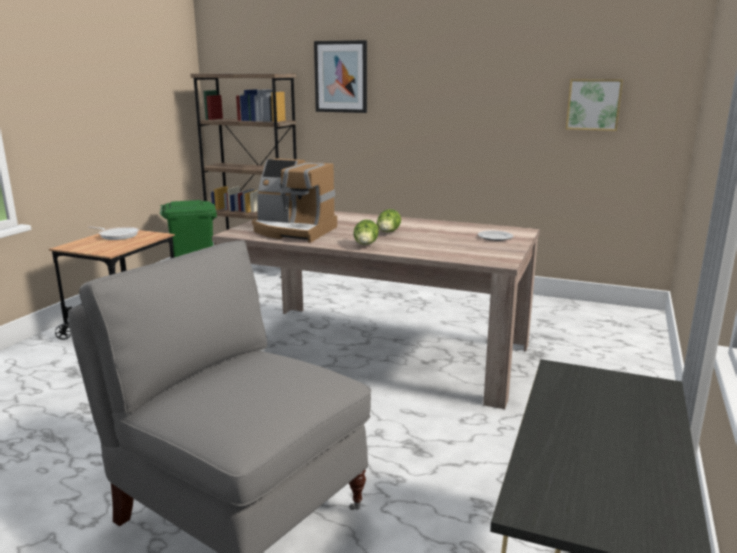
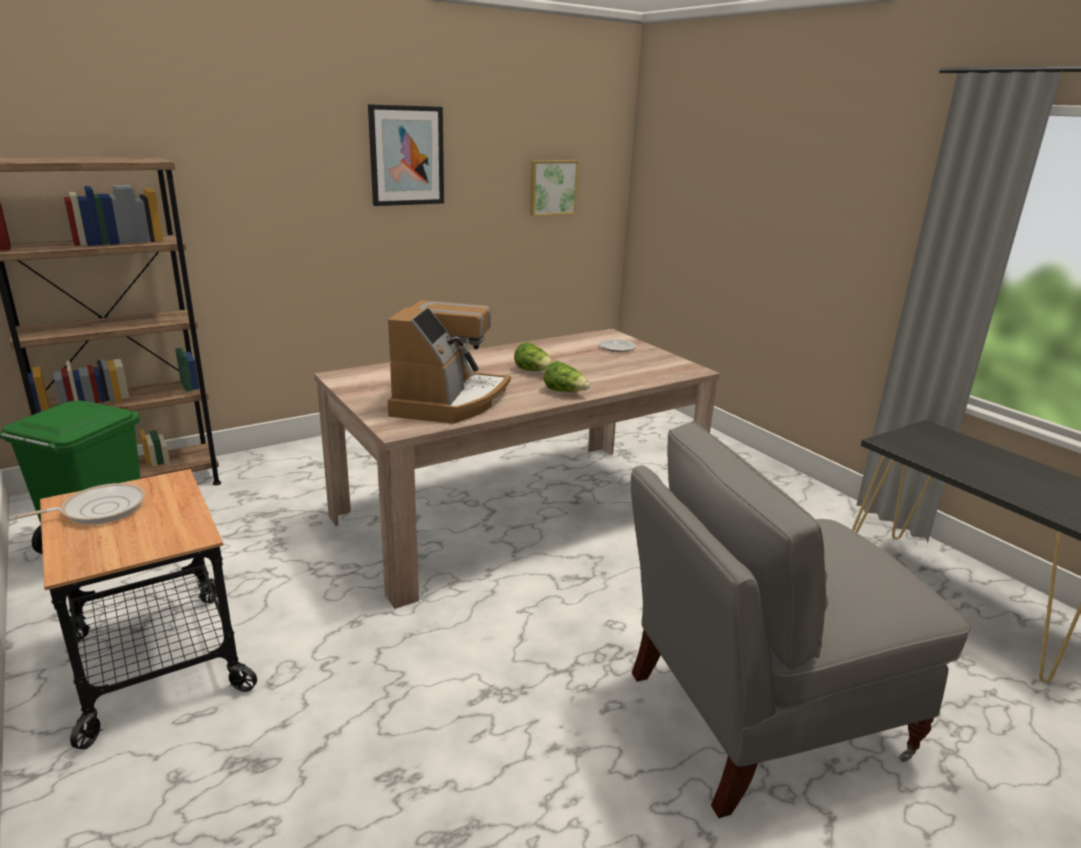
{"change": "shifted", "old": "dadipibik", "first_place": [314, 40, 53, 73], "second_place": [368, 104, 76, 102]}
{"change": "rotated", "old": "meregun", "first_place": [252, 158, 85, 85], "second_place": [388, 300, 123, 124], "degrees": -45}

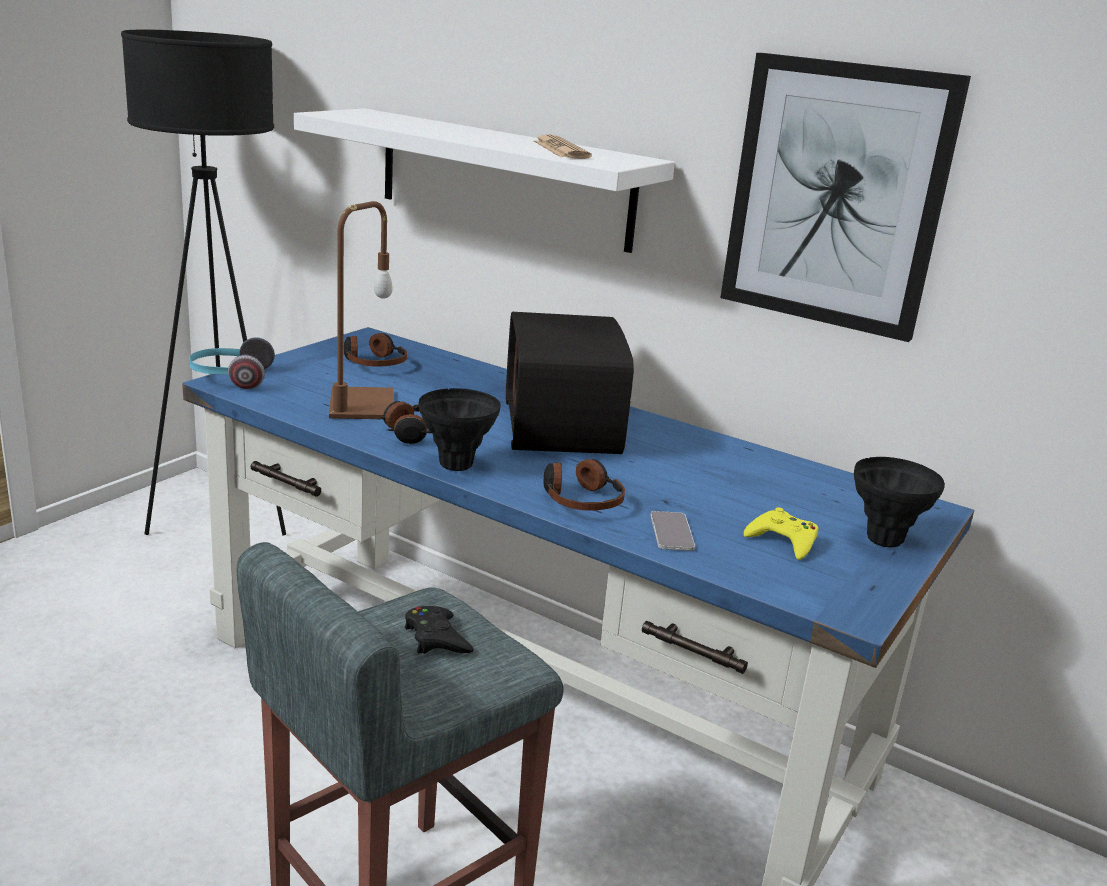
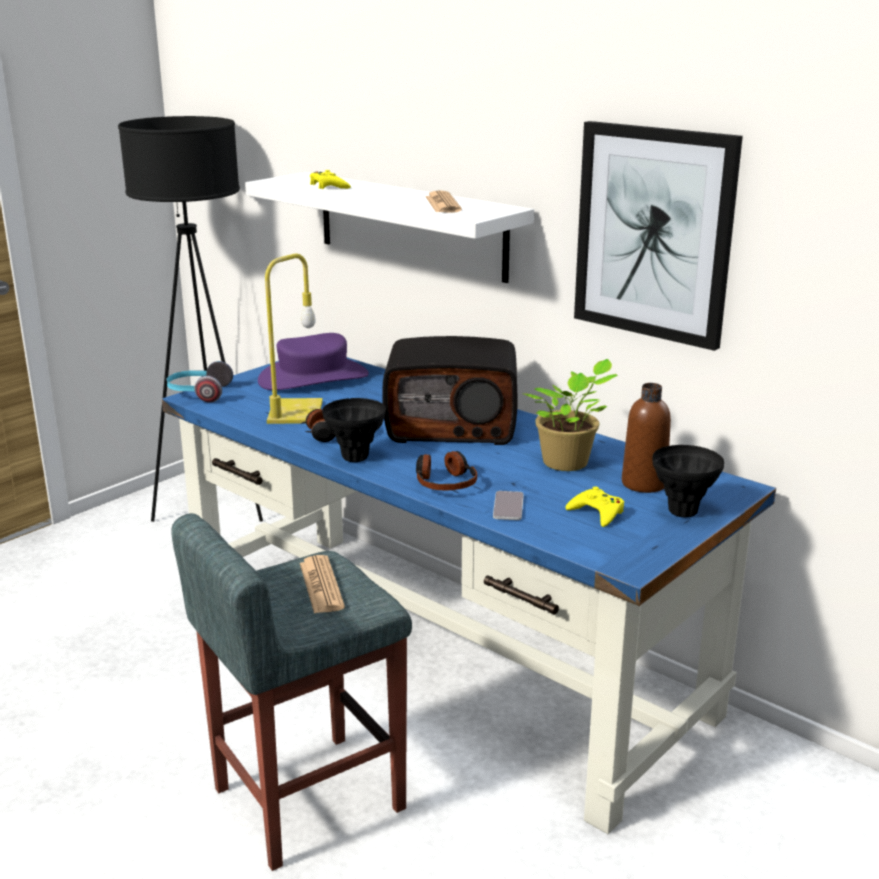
{"change": "new", "new": "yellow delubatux", "second_place": [310, 170, 41, 19]}
{"change": "new", "new": "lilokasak", "second_place": [521, 359, 97, 112]}
{"change": "new", "new": "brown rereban", "second_place": [622, 383, 49, 110]}
{"change": "swapped", "old": "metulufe", "new": "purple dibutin", "first_place": [344, 333, 63, 34], "second_place": [258, 333, 111, 57]}
{"change": "swapped", "old": "black delubatux", "new": "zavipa", "first_place": [405, 606, 69, 48], "second_place": [300, 555, 45, 59]}
{"change": "repainted", "old": "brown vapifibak", "new": "yellow vapifibak", "first_place": [329, 201, 65, 218], "second_place": [265, 253, 58, 171]}
{"change": "rotated", "old": "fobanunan", "first_place": [506, 312, 128, 142], "second_place": [382, 336, 136, 109], "degrees": -90}

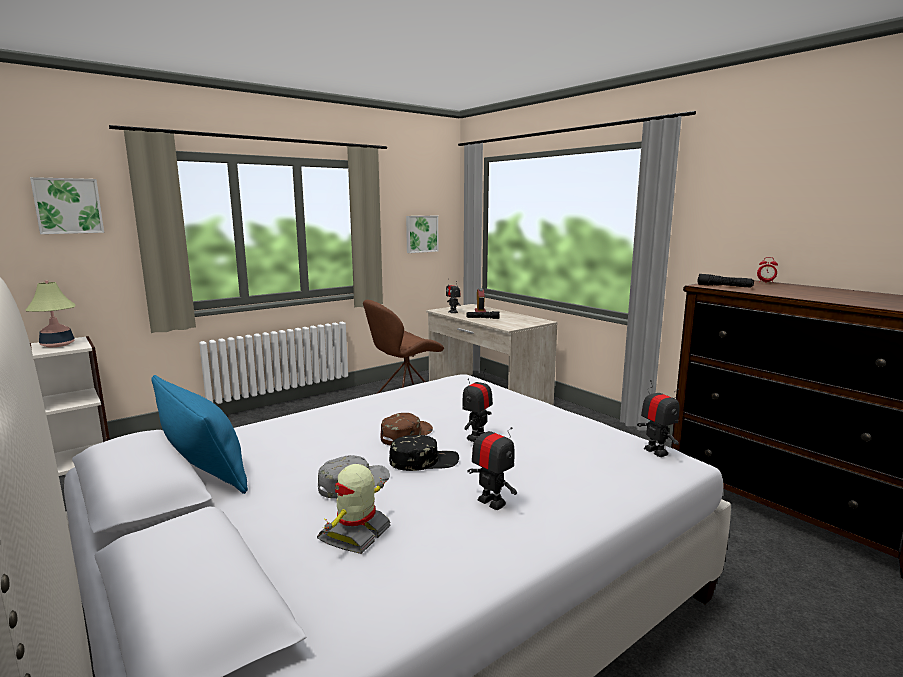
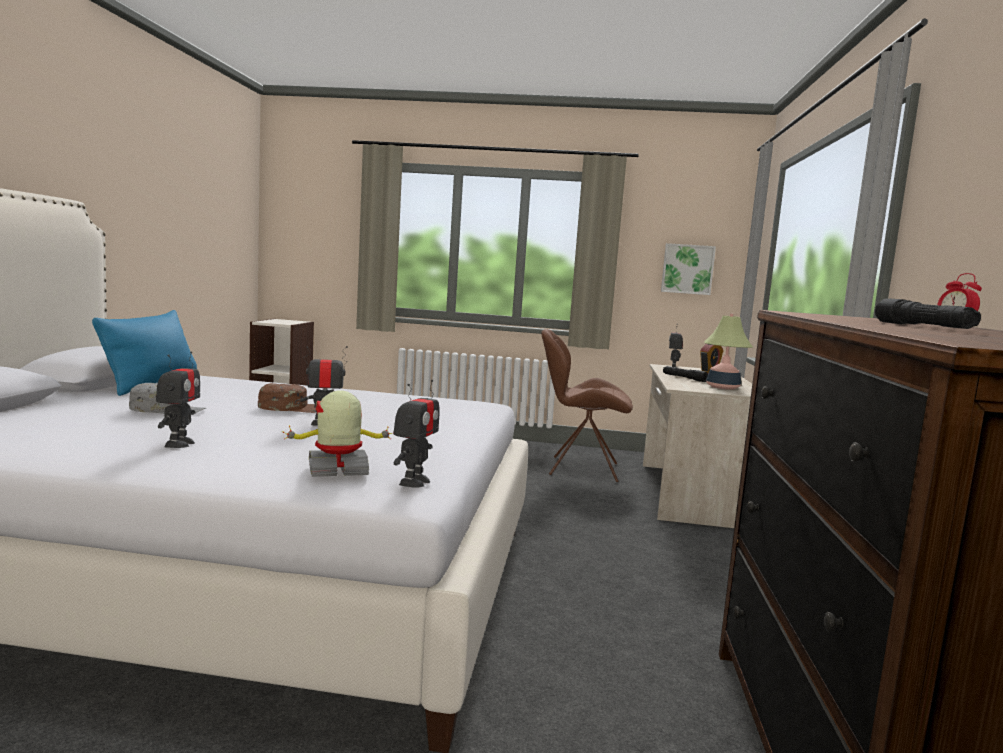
{"change": "gone", "old": "dadipibik", "first_place": [30, 177, 74, 57]}
{"change": "gone", "old": "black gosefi", "first_place": [389, 435, 70, 36]}
{"change": "shifted", "old": "vapifibak", "first_place": [26, 280, 50, 67], "second_place": [704, 314, 49, 75]}
{"change": "shifted", "old": "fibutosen", "first_place": [317, 464, 74, 90], "second_place": [282, 391, 112, 86]}
{"change": "shifted", "old": "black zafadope", "first_place": [698, 274, 56, 14], "second_place": [875, 298, 106, 31]}

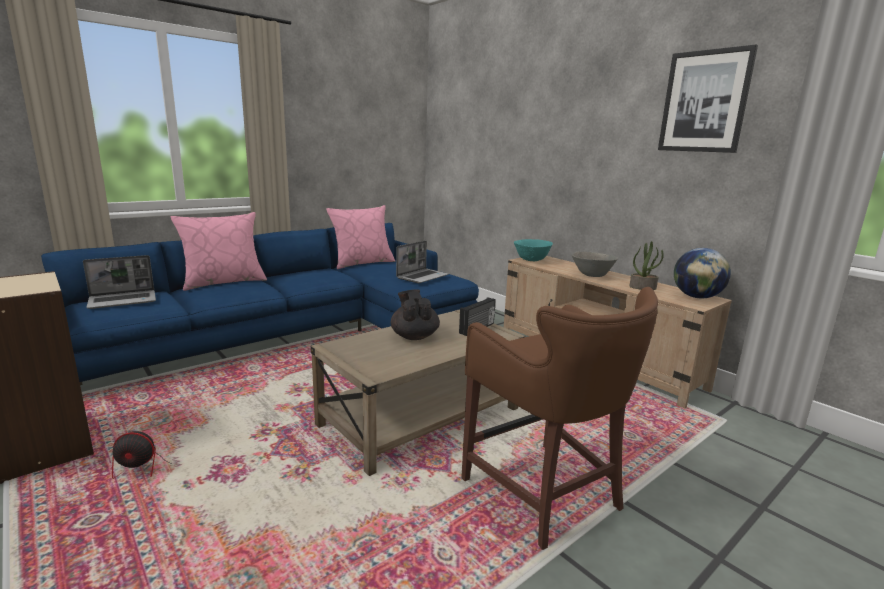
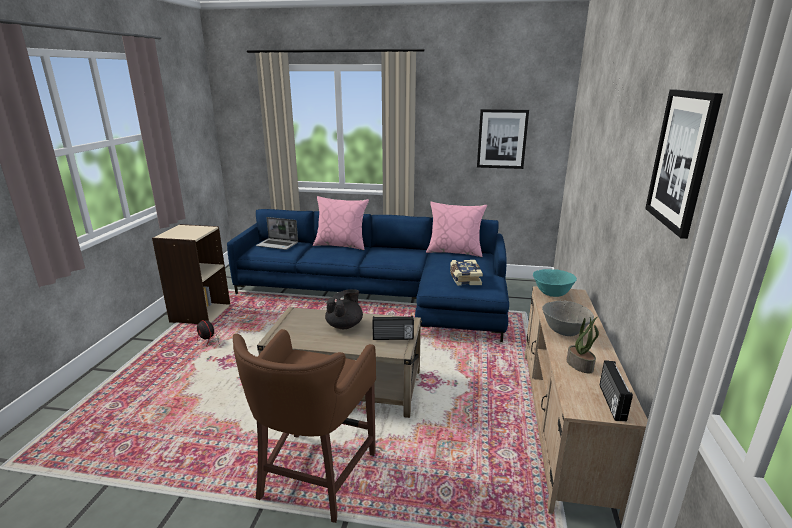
{"change": "new", "new": "dadipibik", "second_place": [477, 109, 52, 60]}
{"change": "swapped", "old": "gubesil", "new": "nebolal", "first_place": [396, 240, 53, 43], "second_place": [450, 260, 33, 26]}
{"change": "swapped", "old": "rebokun", "new": "fobanunan", "first_place": [674, 248, 57, 50], "second_place": [600, 360, 33, 61]}

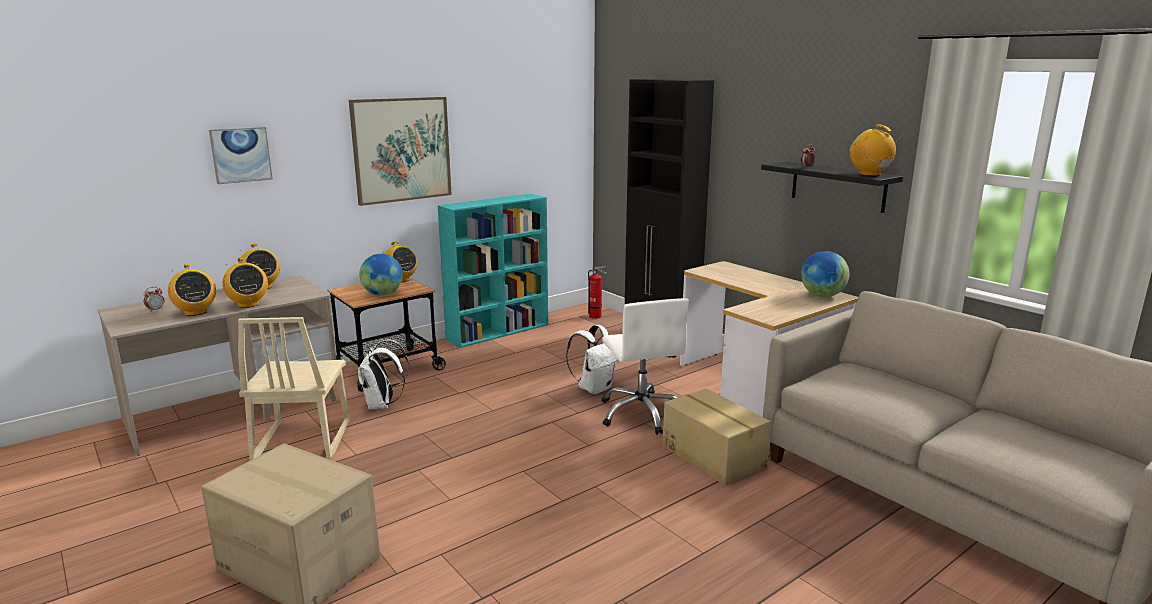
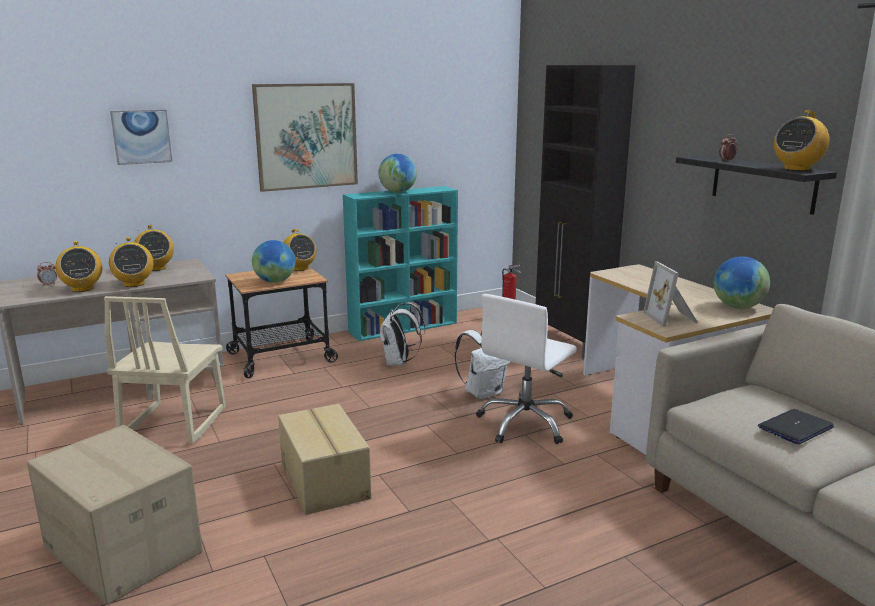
{"change": "new", "new": "rebokun", "second_place": [379, 154, 38, 39]}
{"change": "new", "new": "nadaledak", "second_place": [643, 261, 55, 66]}
{"change": "new", "new": "gubesil", "second_place": [758, 409, 76, 35]}
{"change": "shifted", "old": "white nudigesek", "first_place": [358, 339, 52, 70], "second_place": [380, 302, 45, 64]}
{"change": "shifted", "old": "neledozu", "first_place": [663, 389, 109, 96], "second_place": [278, 404, 94, 111]}
{"change": "rotated", "old": "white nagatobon", "first_place": [602, 298, 87, 136], "second_place": [476, 294, 101, 150], "degrees": 45}
{"change": "rotated", "old": "fobanunan", "first_place": [849, 125, 51, 51], "second_place": [774, 111, 55, 60], "degrees": -105}

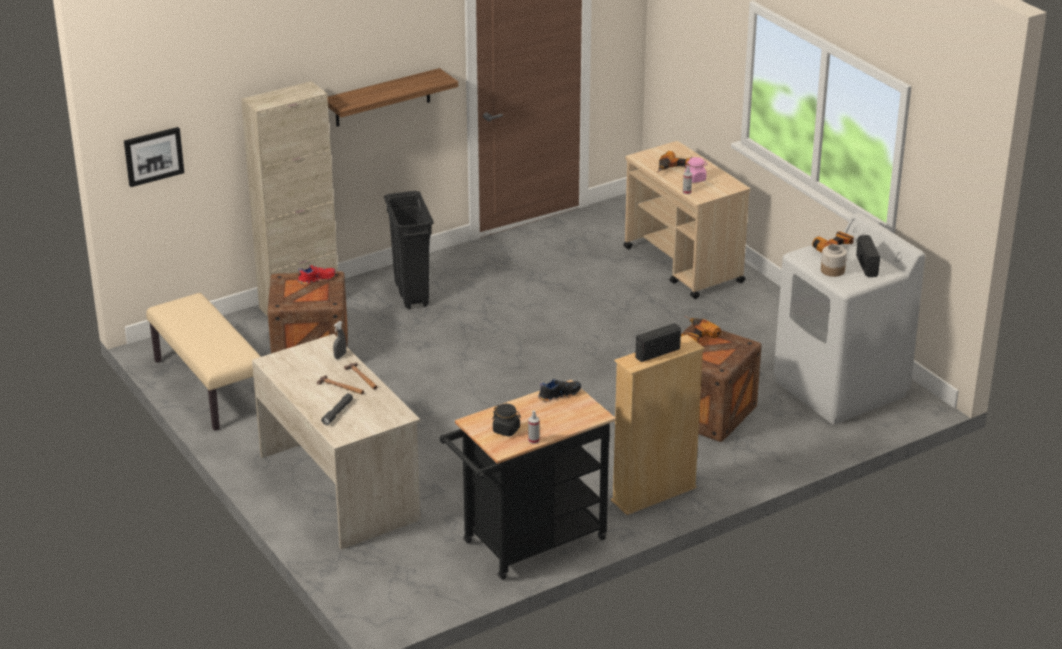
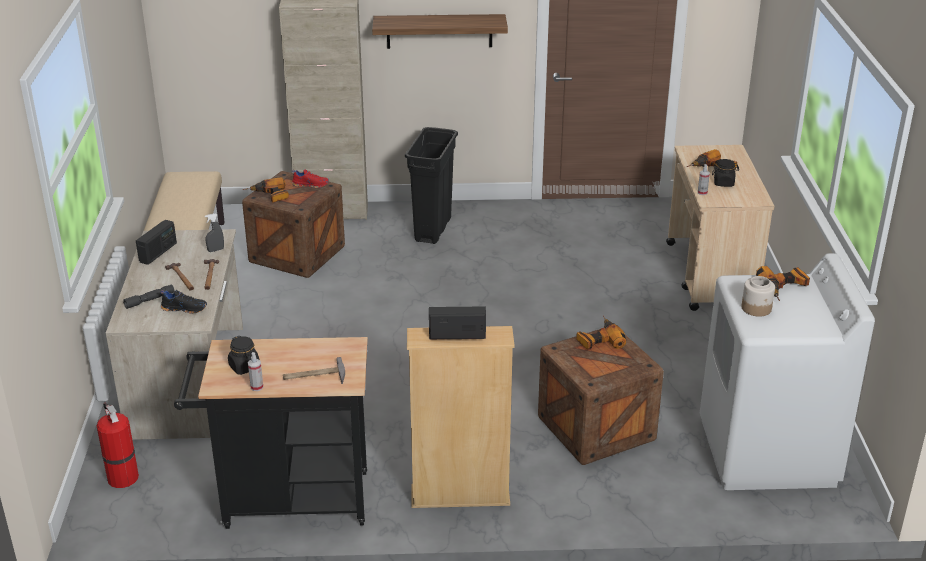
{"change": "gone", "old": "dadipibik", "first_place": [124, 127, 60, 60]}
{"change": "new", "new": "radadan", "second_place": [97, 402, 42, 86]}
{"change": "new", "new": "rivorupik", "second_place": [243, 177, 46, 25]}
{"change": "new", "new": "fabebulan", "second_place": [283, 357, 62, 27]}
{"change": "shifted", "old": "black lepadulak", "first_place": [538, 379, 43, 22], "second_place": [160, 290, 47, 24]}
{"change": "shifted", "old": "fobanunan", "first_place": [856, 235, 24, 42], "second_place": [136, 220, 41, 45]}
{"change": "repainted", "old": "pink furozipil", "new": "black furozipil", "first_place": [685, 157, 23, 26], "second_place": [712, 159, 27, 28]}

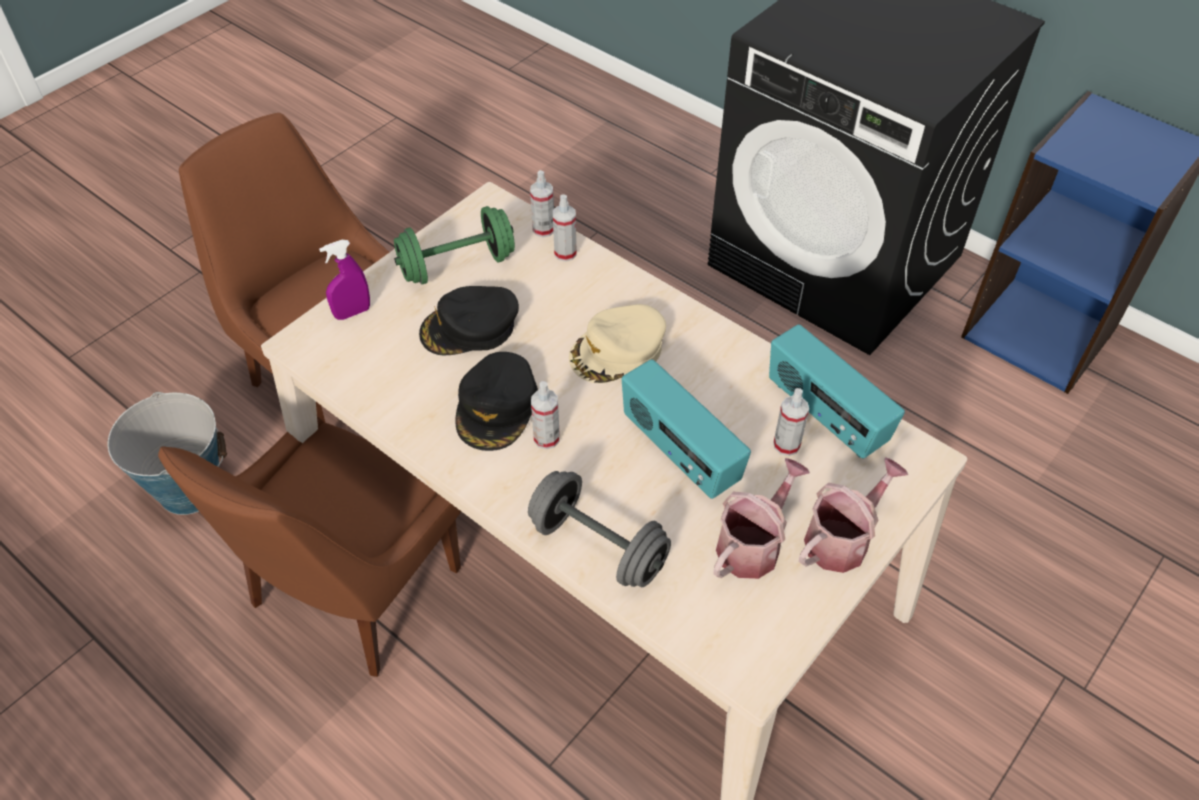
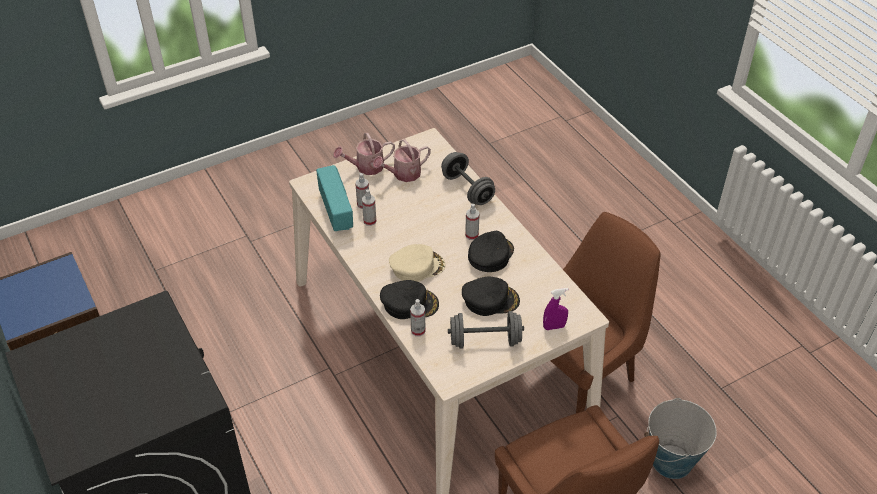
{"change": "gone", "old": "fobanunan", "first_place": [622, 359, 129, 140]}
{"change": "new", "new": "black gosefi", "second_place": [380, 280, 59, 39]}
{"change": "shifted", "old": "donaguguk", "first_place": [530, 170, 24, 67], "second_place": [362, 189, 14, 37]}
{"change": "repainted", "old": "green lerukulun", "new": "grey lerukulun", "first_place": [394, 206, 121, 78], "second_place": [448, 311, 76, 38]}

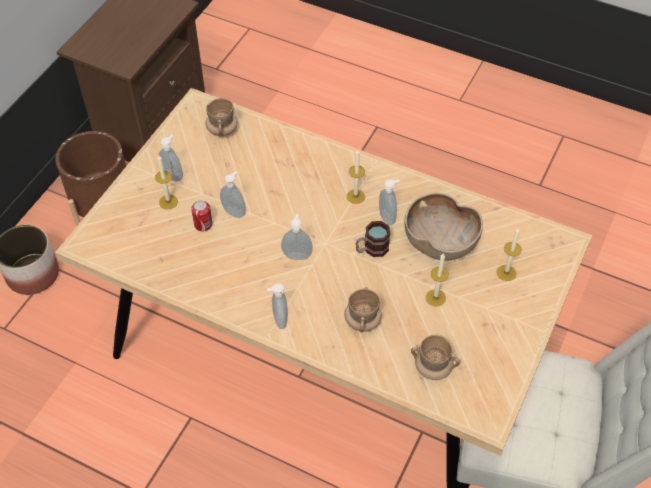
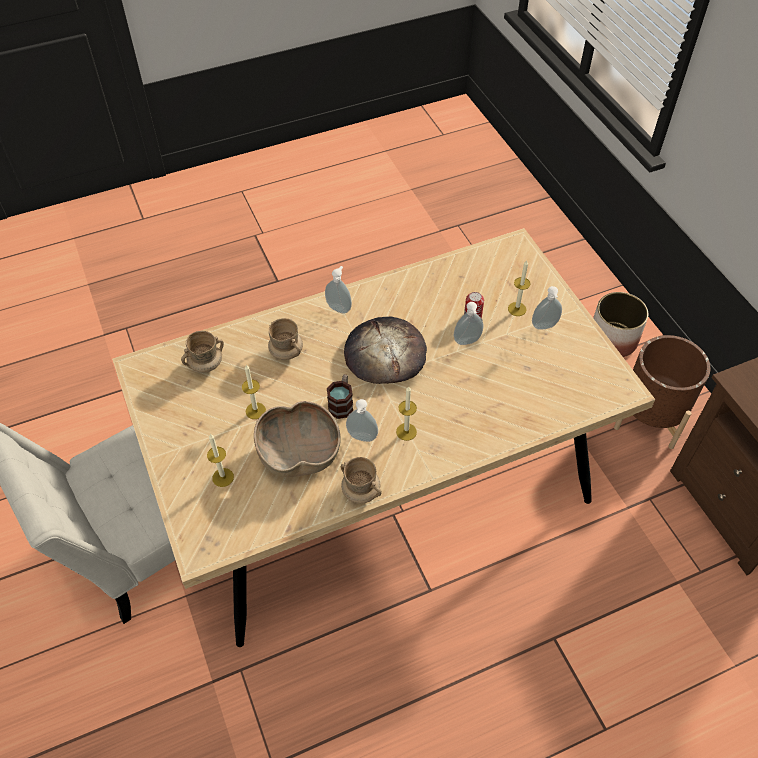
{"change": "shifted", "old": "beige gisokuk", "first_place": [205, 98, 33, 38], "second_place": [341, 457, 41, 47]}
{"change": "swapped", "old": "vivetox", "new": "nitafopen", "first_place": [281, 214, 32, 46], "second_place": [344, 317, 83, 67]}

